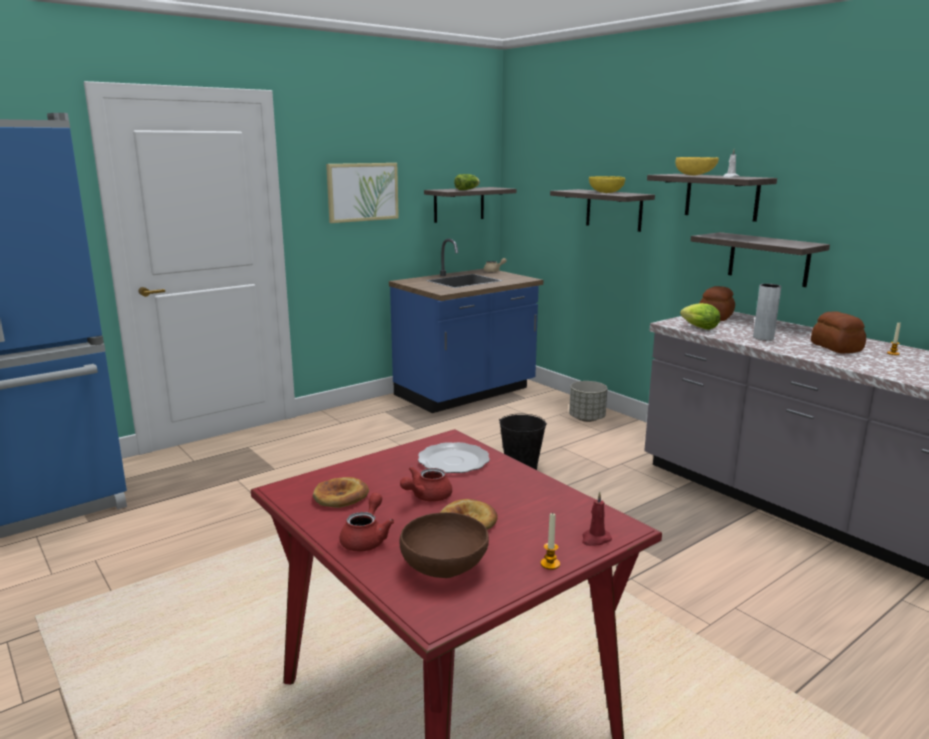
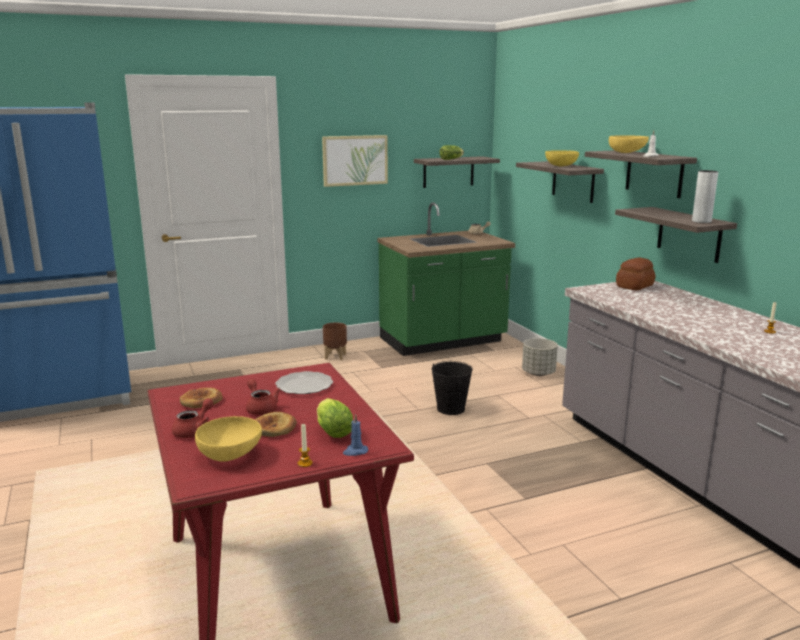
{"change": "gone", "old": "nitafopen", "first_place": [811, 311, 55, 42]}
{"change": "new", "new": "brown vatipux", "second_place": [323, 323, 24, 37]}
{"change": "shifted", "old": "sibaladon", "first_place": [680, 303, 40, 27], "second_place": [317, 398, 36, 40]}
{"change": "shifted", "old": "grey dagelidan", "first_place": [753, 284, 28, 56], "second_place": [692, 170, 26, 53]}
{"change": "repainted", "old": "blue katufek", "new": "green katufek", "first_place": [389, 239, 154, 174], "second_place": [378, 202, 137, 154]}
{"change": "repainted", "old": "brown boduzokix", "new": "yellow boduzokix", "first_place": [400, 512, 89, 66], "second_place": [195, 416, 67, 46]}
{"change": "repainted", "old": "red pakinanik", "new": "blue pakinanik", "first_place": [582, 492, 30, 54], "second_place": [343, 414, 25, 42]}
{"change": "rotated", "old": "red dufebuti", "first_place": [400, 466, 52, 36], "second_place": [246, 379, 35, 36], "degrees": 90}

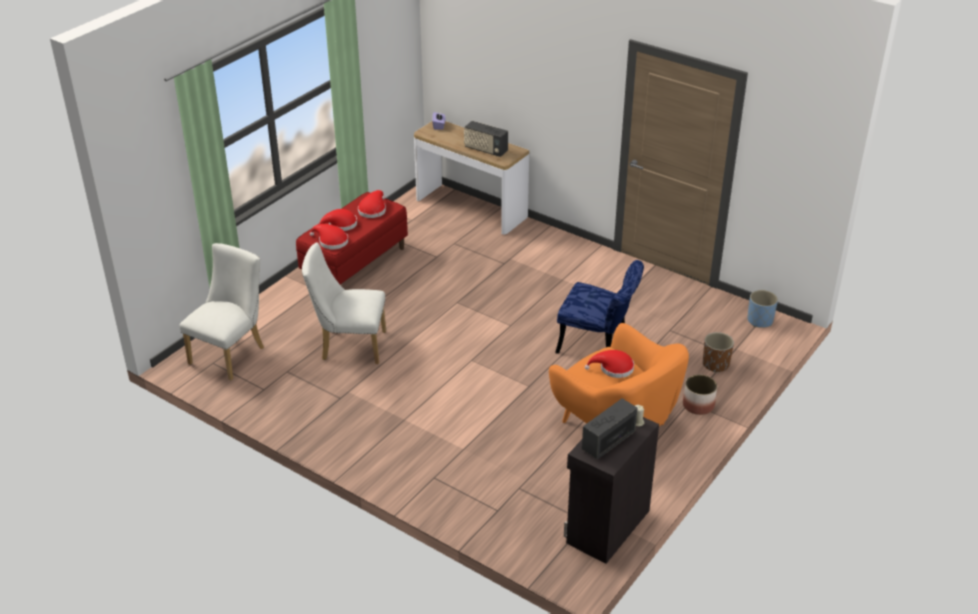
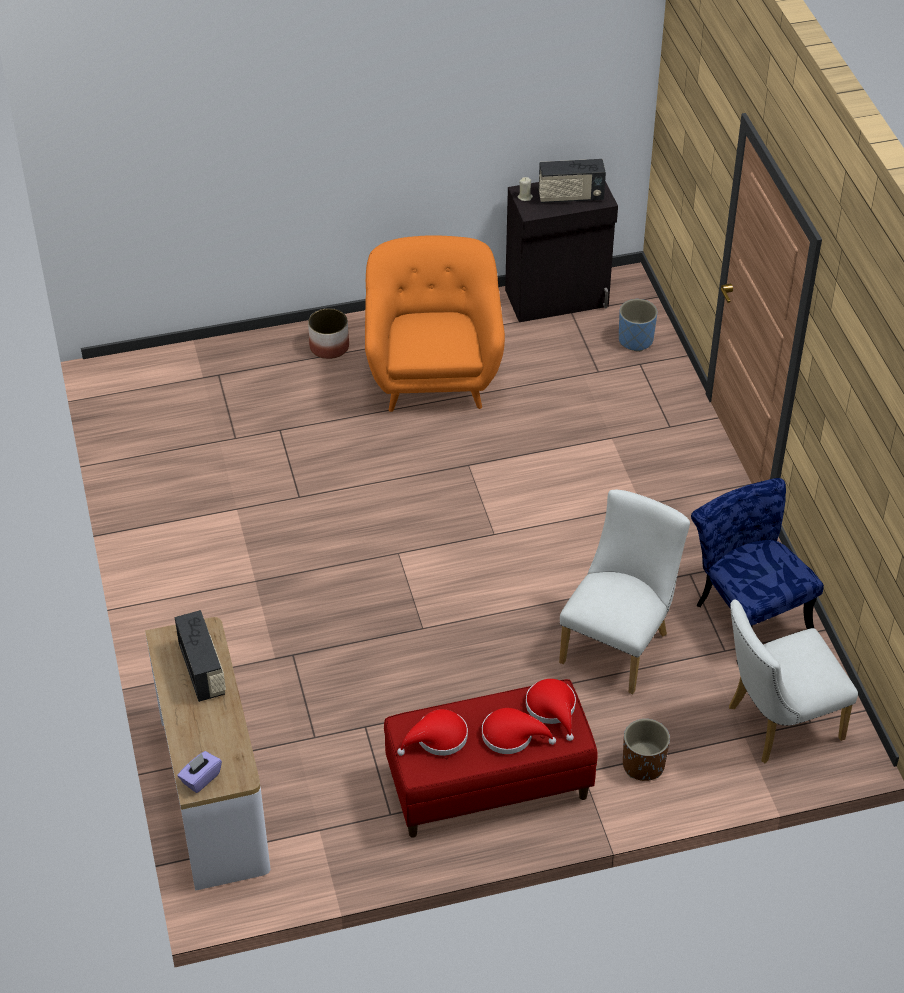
{"change": "gone", "old": "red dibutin", "first_place": [585, 350, 49, 28]}
{"change": "shifted", "old": "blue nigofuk", "first_place": [555, 260, 89, 94], "second_place": [691, 478, 133, 186]}
{"change": "shifted", "old": "brown vatipux", "first_place": [703, 332, 31, 41], "second_place": [623, 719, 47, 62]}
{"change": "shifted", "old": "blue vatipux", "first_place": [747, 290, 31, 38], "second_place": [619, 299, 38, 53]}
{"change": "rotated", "old": "white nigofuk", "first_place": [302, 243, 84, 121], "second_place": [559, 490, 131, 204], "degrees": -105}

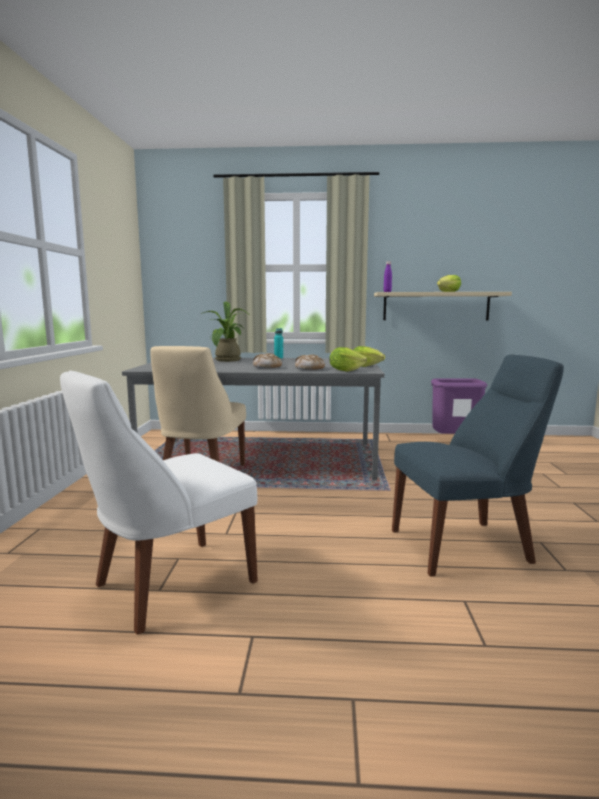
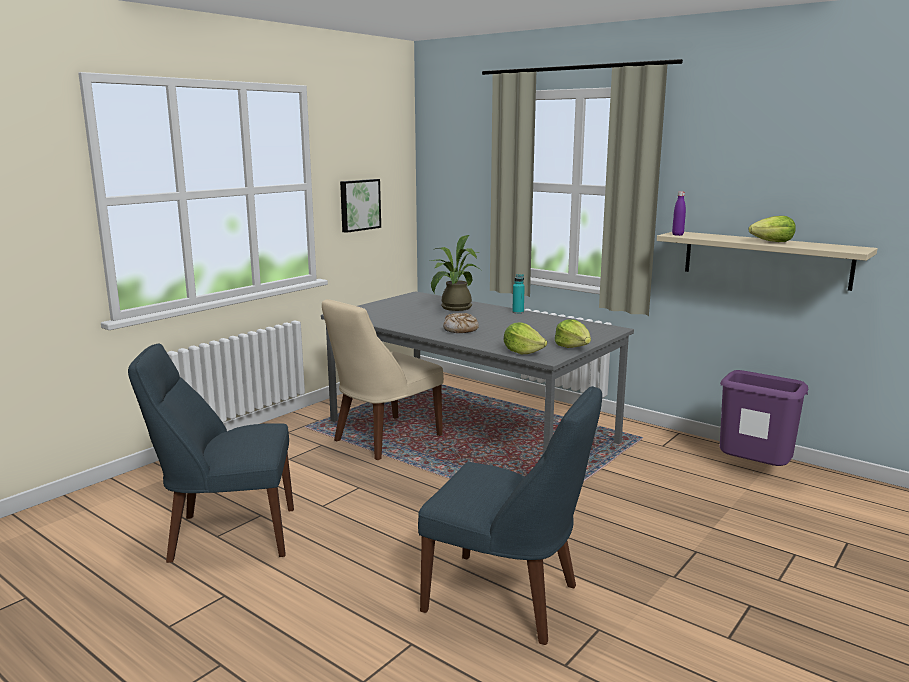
{"change": "gone", "old": "nitafopen", "first_place": [295, 355, 30, 15]}
{"change": "new", "new": "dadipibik", "second_place": [340, 179, 41, 54]}
{"change": "repainted", "old": "white nigofuk", "new": "blue nigofuk", "first_place": [60, 371, 198, 264], "second_place": [128, 343, 166, 220]}

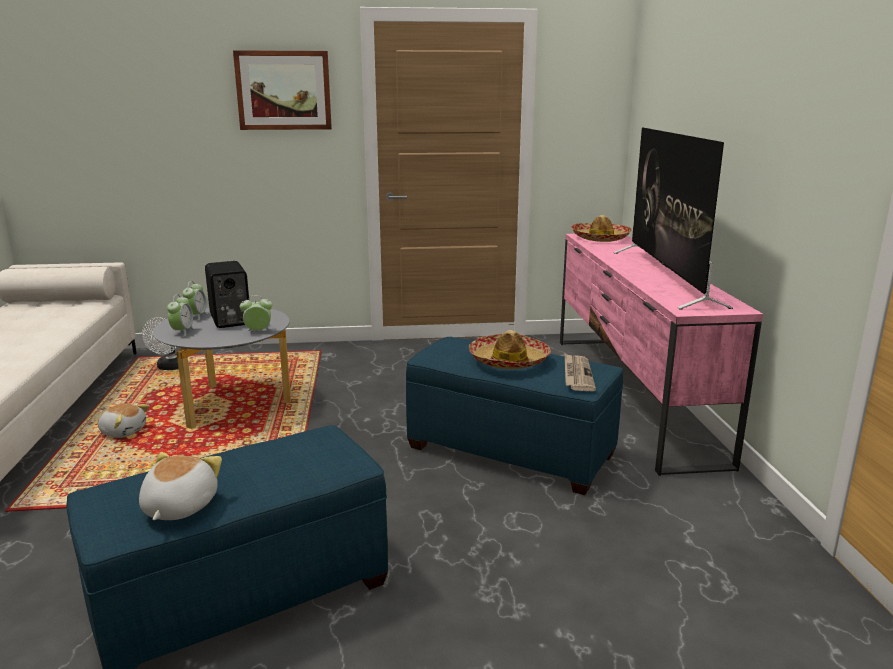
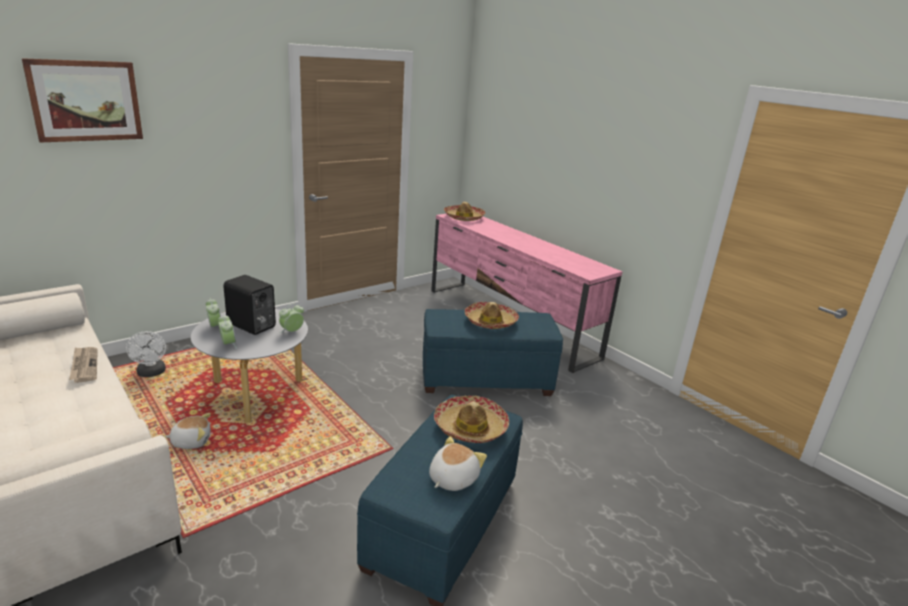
{"change": "gone", "old": "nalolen", "first_place": [614, 127, 119, 183]}
{"change": "new", "new": "dibutin", "second_place": [434, 396, 75, 47]}
{"change": "shifted", "old": "dadipibik", "first_place": [233, 50, 99, 80], "second_place": [22, 58, 121, 84]}
{"change": "shifted", "old": "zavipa", "first_place": [565, 354, 31, 37], "second_place": [69, 347, 29, 36]}
{"change": "rotated", "old": "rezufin", "first_place": [139, 452, 83, 68], "second_place": [429, 436, 58, 55], "degrees": 60}

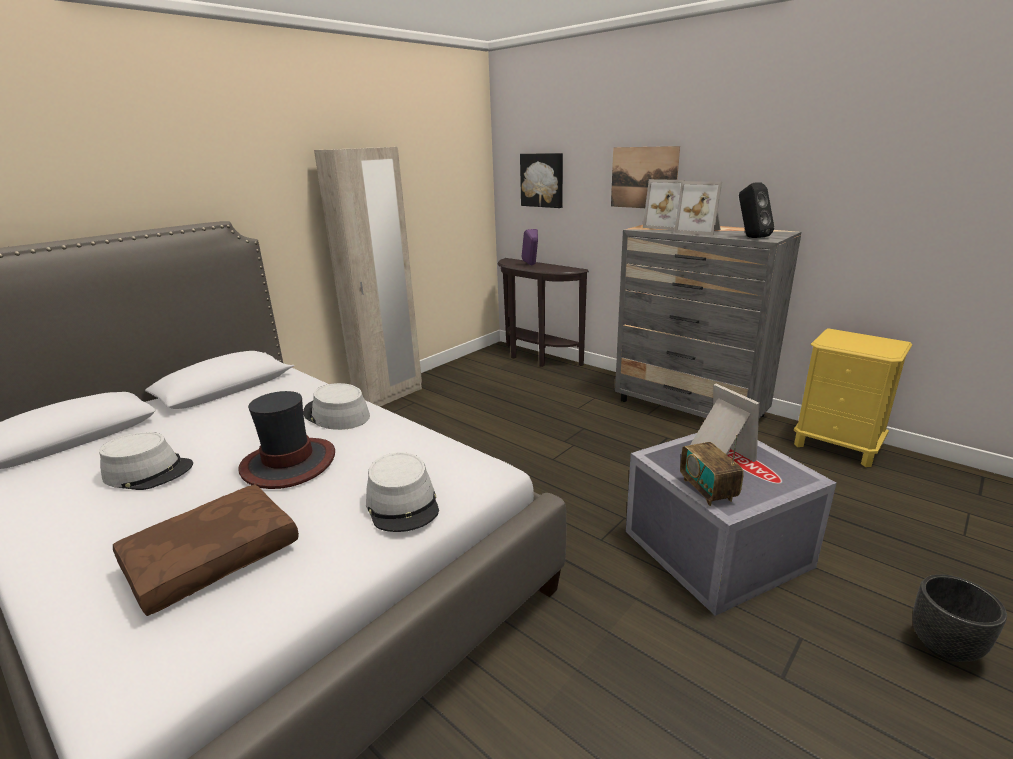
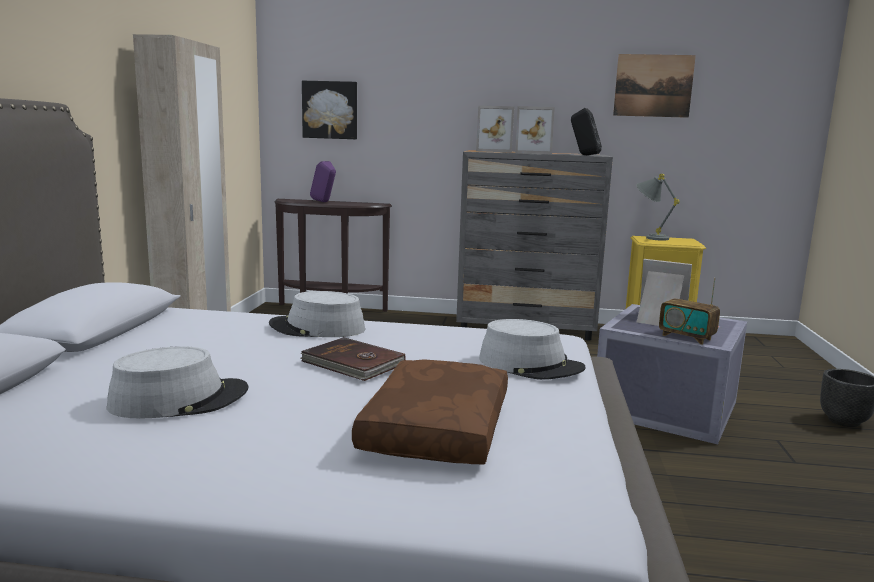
{"change": "new", "new": "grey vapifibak", "second_place": [636, 174, 44, 67]}
{"change": "shifted", "old": "dadipibik", "first_place": [611, 146, 69, 62], "second_place": [613, 54, 83, 64]}
{"change": "swapped", "old": "dibutin", "new": "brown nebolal", "first_place": [238, 391, 97, 98], "second_place": [300, 337, 106, 44]}

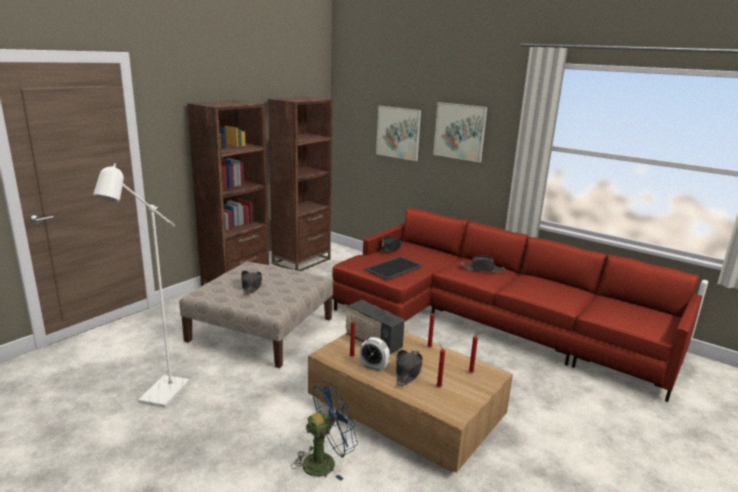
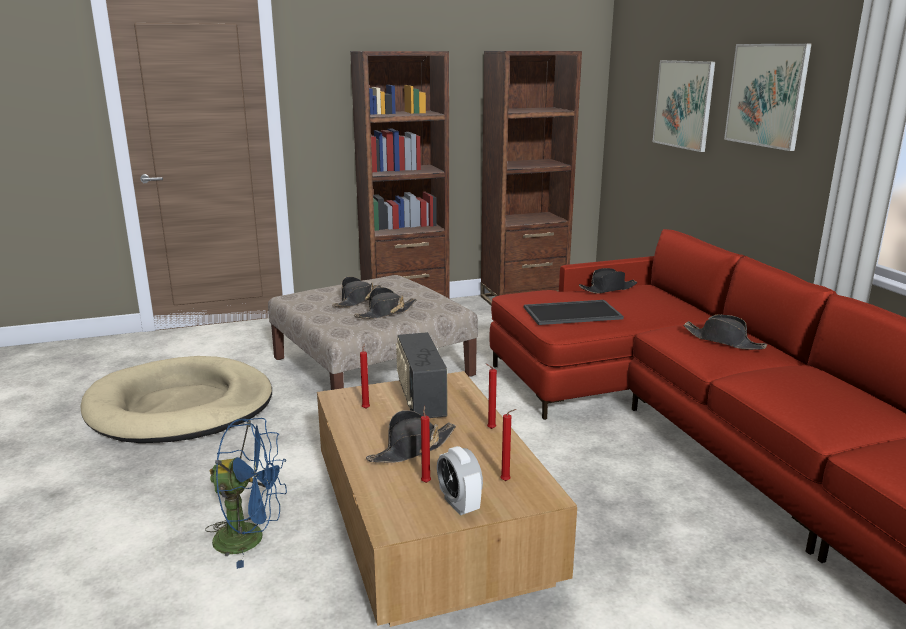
{"change": "new", "new": "black dibutin", "second_place": [354, 287, 63, 32]}
{"change": "shifted", "old": "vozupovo", "first_place": [360, 337, 30, 35], "second_place": [437, 446, 46, 70]}
{"change": "swapped", "old": "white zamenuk", "new": "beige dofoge", "first_place": [93, 163, 96, 245], "second_place": [80, 356, 192, 87]}

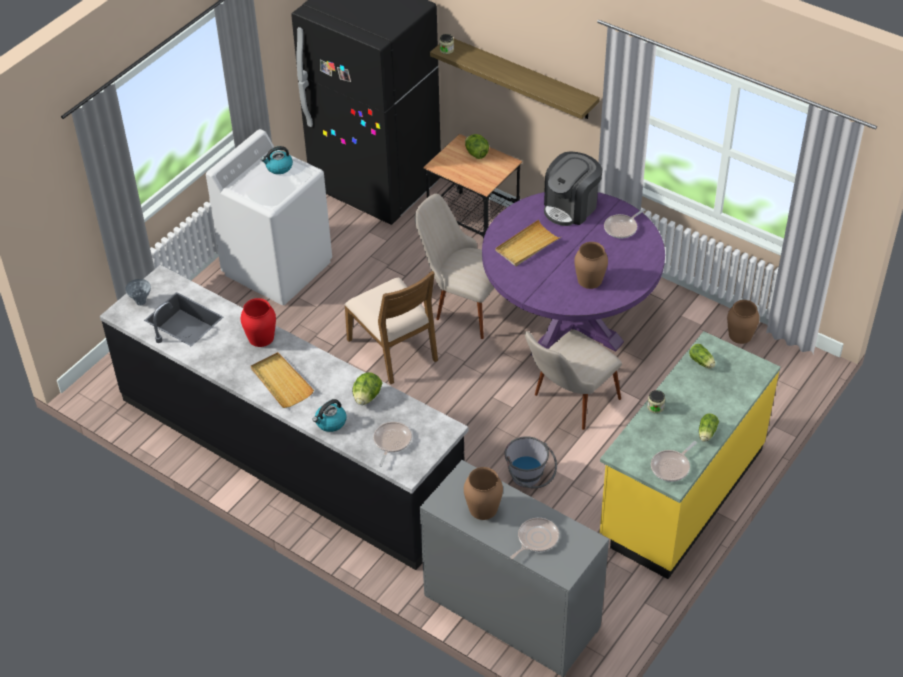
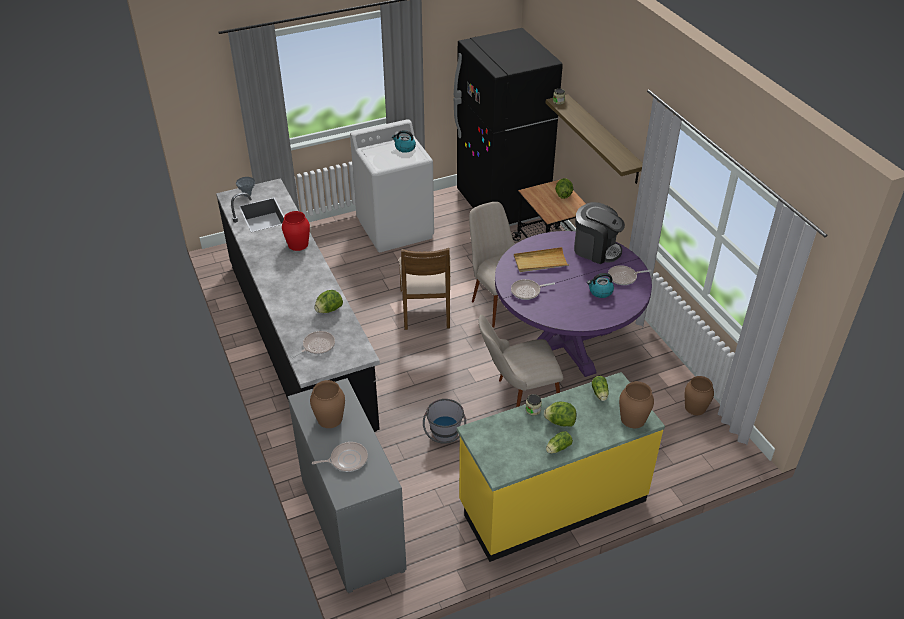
{"change": "gone", "old": "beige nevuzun", "first_place": [251, 352, 63, 56]}
{"change": "new", "new": "sibaladon", "second_place": [544, 402, 32, 25]}
{"change": "shifted", "old": "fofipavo", "first_place": [313, 399, 33, 33], "second_place": [587, 273, 27, 25]}
{"change": "shifted", "old": "brown dagelidan", "first_place": [574, 242, 34, 47], "second_place": [619, 381, 35, 47]}
{"change": "shifted", "old": "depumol", "first_place": [651, 441, 46, 41], "second_place": [511, 279, 44, 21]}
{"change": "rotated", "old": "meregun", "first_place": [544, 151, 58, 75], "second_place": [574, 202, 51, 62], "degrees": -135}

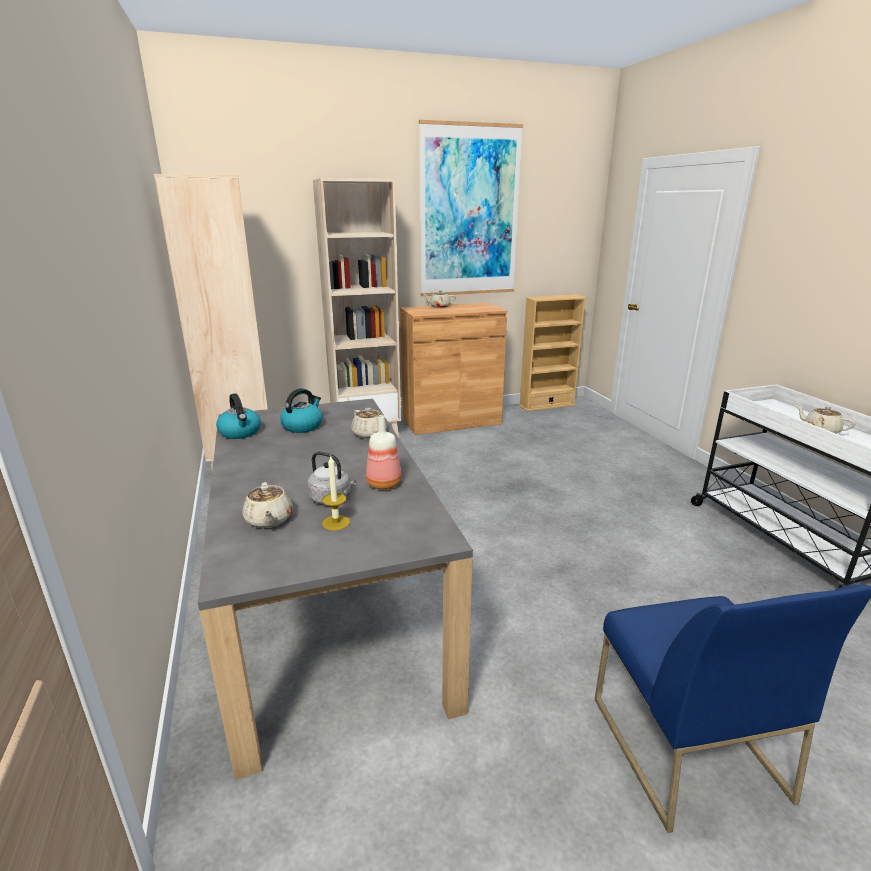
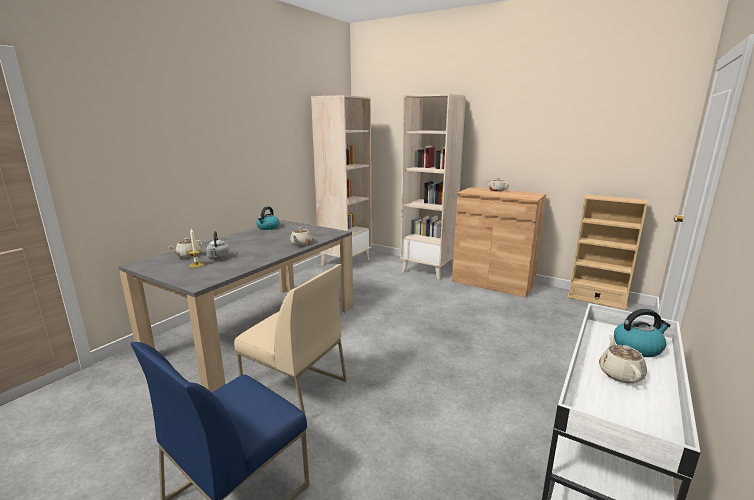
{"change": "gone", "old": "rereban", "first_place": [366, 415, 36, 74]}
{"change": "gone", "old": "dadipibik", "first_place": [419, 120, 104, 176]}
{"change": "new", "new": "beige nigofuk", "second_place": [234, 264, 113, 150]}
{"change": "shifted", "old": "fofipavo", "first_place": [280, 389, 43, 44], "second_place": [614, 309, 57, 48]}

